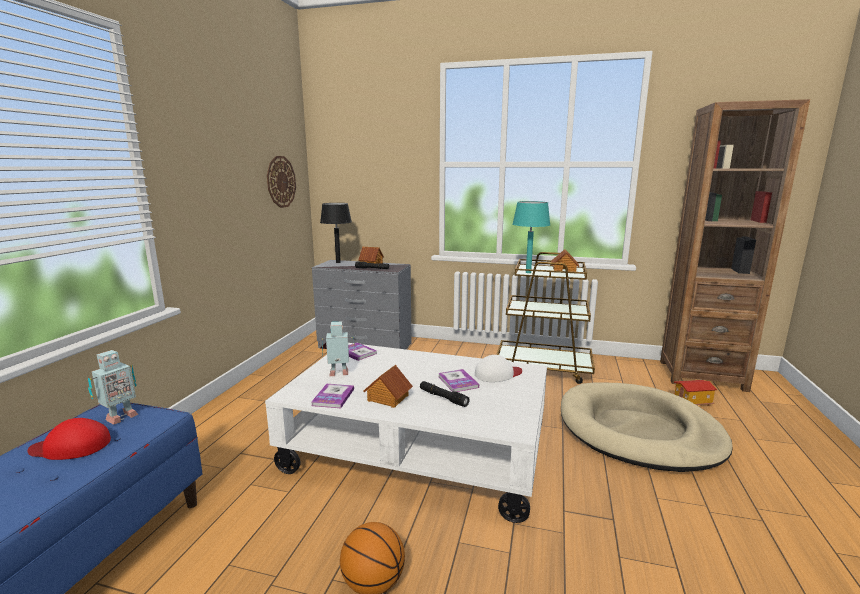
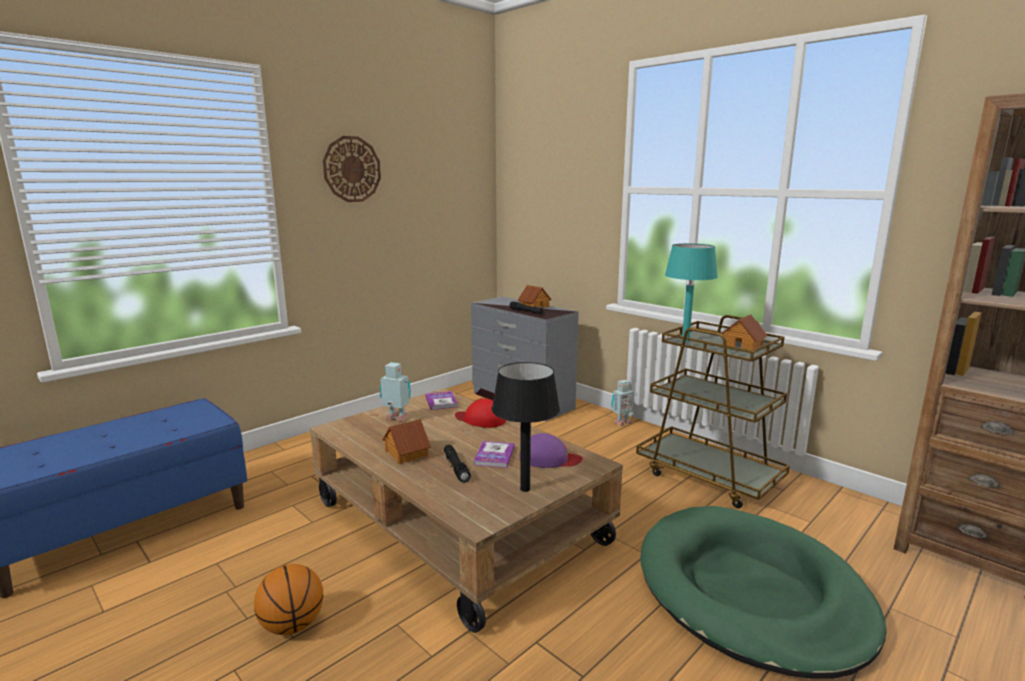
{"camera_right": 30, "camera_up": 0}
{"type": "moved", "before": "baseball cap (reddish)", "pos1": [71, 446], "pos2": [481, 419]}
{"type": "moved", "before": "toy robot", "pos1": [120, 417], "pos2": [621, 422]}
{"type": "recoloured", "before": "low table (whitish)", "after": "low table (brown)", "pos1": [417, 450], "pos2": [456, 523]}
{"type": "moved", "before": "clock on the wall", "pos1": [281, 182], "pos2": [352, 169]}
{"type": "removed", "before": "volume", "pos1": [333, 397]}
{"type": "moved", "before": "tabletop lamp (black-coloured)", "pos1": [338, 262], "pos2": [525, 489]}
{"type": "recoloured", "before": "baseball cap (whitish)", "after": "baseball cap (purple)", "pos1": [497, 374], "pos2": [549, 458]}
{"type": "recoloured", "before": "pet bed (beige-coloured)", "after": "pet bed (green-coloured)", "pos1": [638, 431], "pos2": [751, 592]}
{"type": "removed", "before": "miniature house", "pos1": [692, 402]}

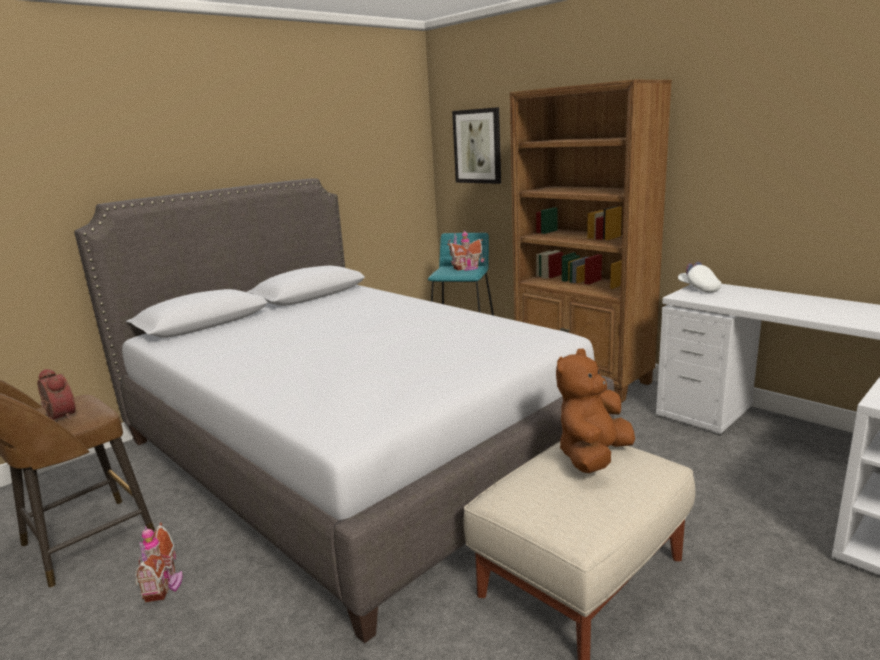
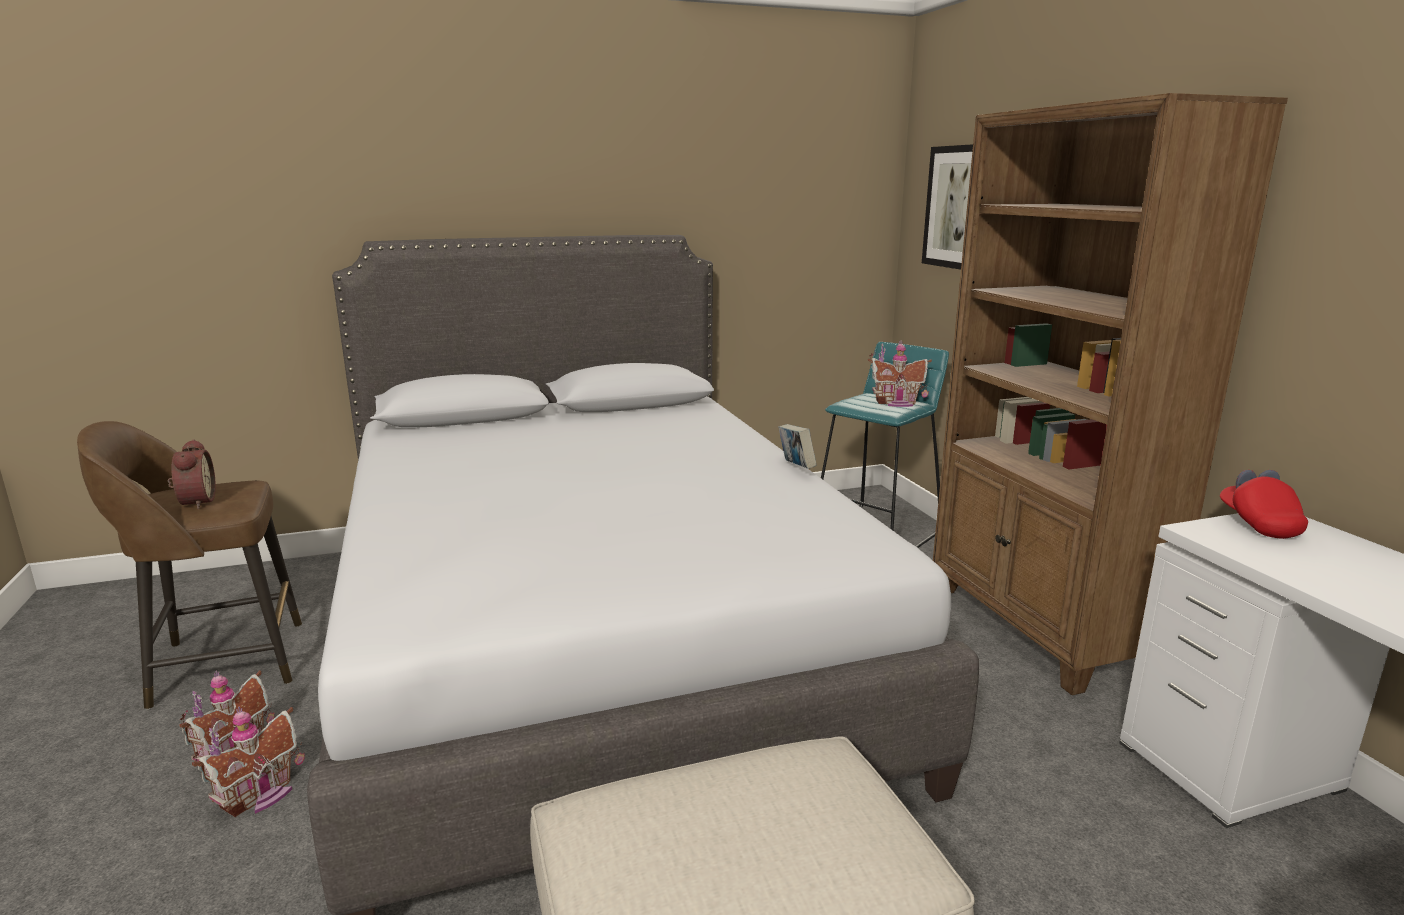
{"camera_right": 25, "camera_up": 0}
{"type": "removed", "before": "plush toy (brown)", "pos1": [593, 457]}
{"type": "recoloured", "before": "baseball cap (whitish)", "after": "baseball cap (reddish)", "pos1": [698, 288], "pos2": [1258, 523]}
{"type": "added", "after": "miniature house", "pos2": [261, 796]}
{"type": "added", "after": "volume", "pos2": [796, 468]}

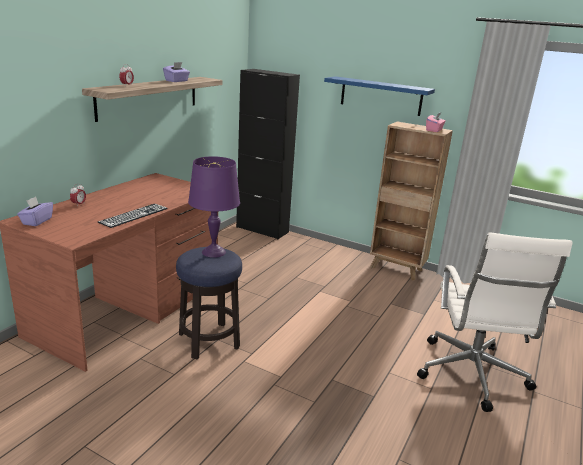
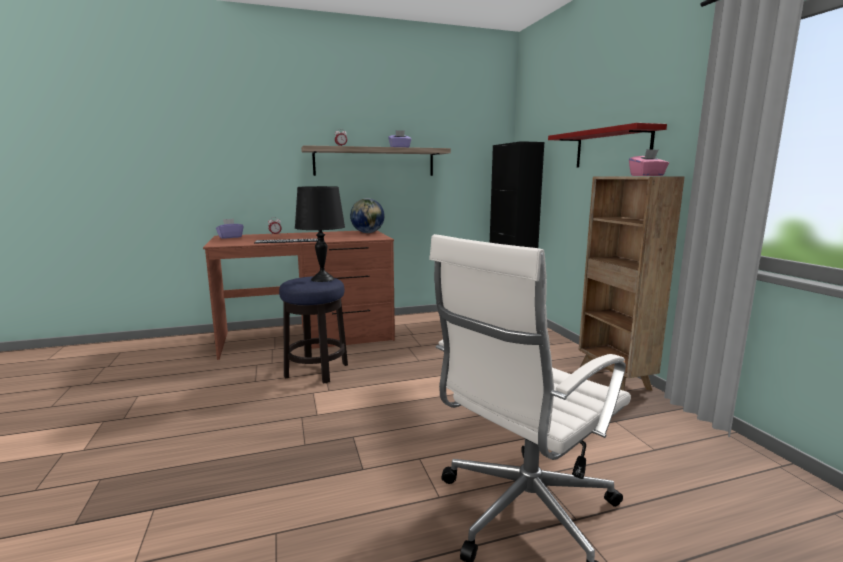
{"camera_right": 45, "camera_up": -10}
{"type": "recoloured", "before": "tabletop lamp (purple)", "after": "tabletop lamp (black-coloured)", "pos1": [214, 252], "pos2": [323, 279]}
{"type": "recoloured", "before": "bracket shelf (bluish)", "after": "bracket shelf (reddish)", "pos1": [381, 96], "pos2": [612, 148]}
{"type": "added", "after": "globe", "pos2": [368, 233]}

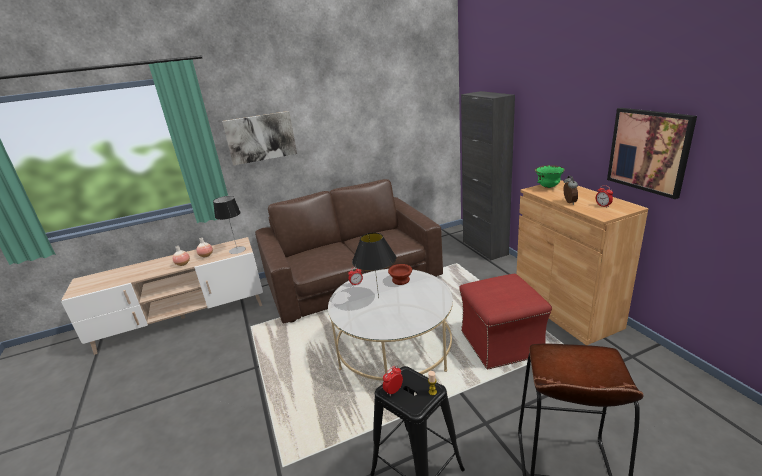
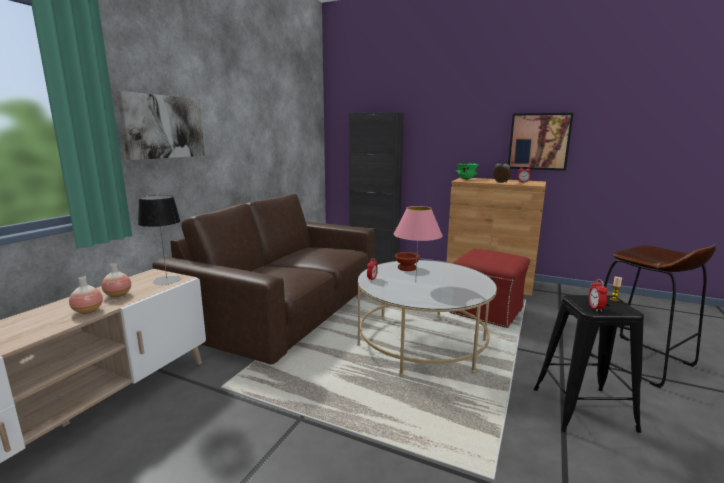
{"camera_right": -45, "camera_up": -10}
{"type": "recoloured", "before": "tabletop lamp (black-coloured)", "after": "tabletop lamp (pink)", "pos1": [378, 298], "pos2": [416, 282]}

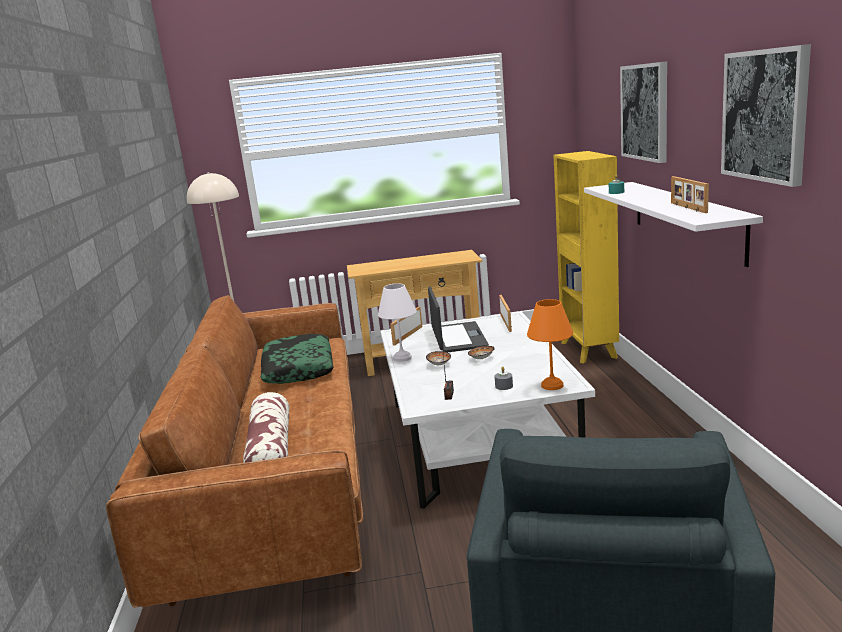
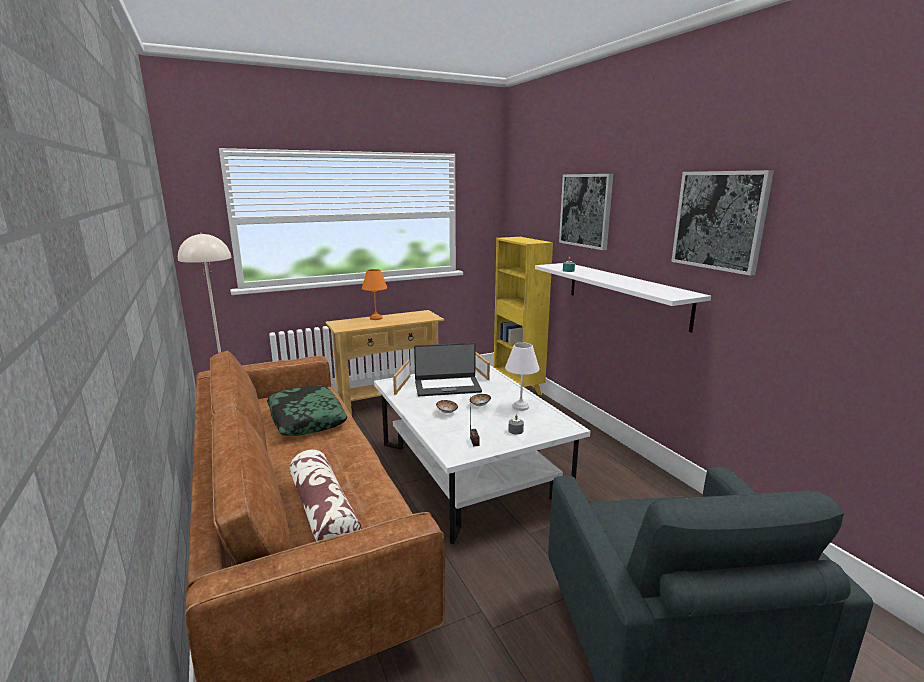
{"camera_right": -20, "camera_up": 0}
{"type": "moved", "before": "tabletop lamp (whitish)", "pos1": [402, 358], "pos2": [521, 407]}
{"type": "turned", "before": "laptop", "pos1": [457, 338], "pos2": [447, 386], "turn": 105}
{"type": "moved", "before": "tabletop lamp (orange)", "pos1": [553, 385], "pos2": [376, 318]}
{"type": "removed", "before": "photo frame", "pos1": [687, 208]}

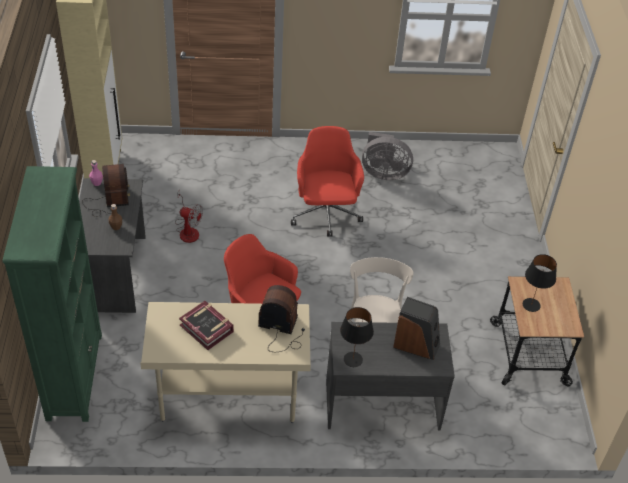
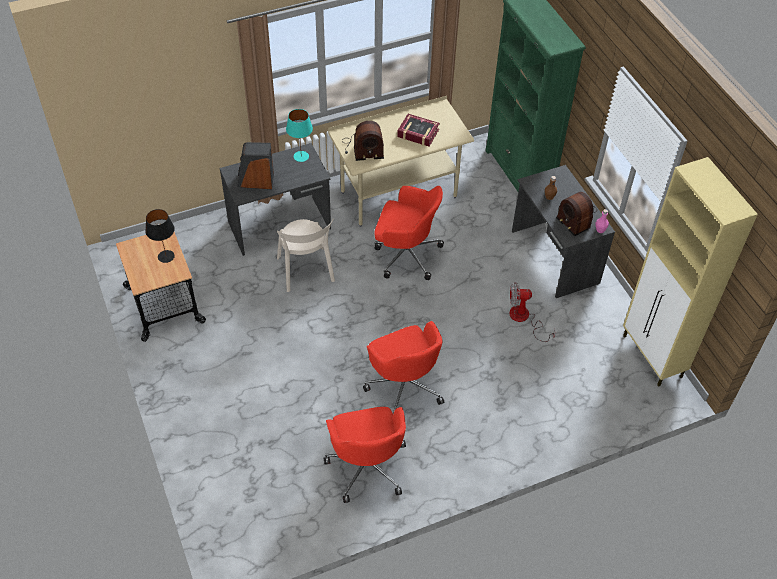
{"camera_right": 160, "camera_up": 5}
{"type": "recoloured", "before": "tabletop lamp (black-coloured)", "after": "tabletop lamp (blue-green)", "pos1": [352, 359], "pos2": [301, 156]}
{"type": "replaced", "before": "cooling fan (greyish)", "after": "office chair (reddish)", "pos1": [383, 172], "pos2": [367, 465]}

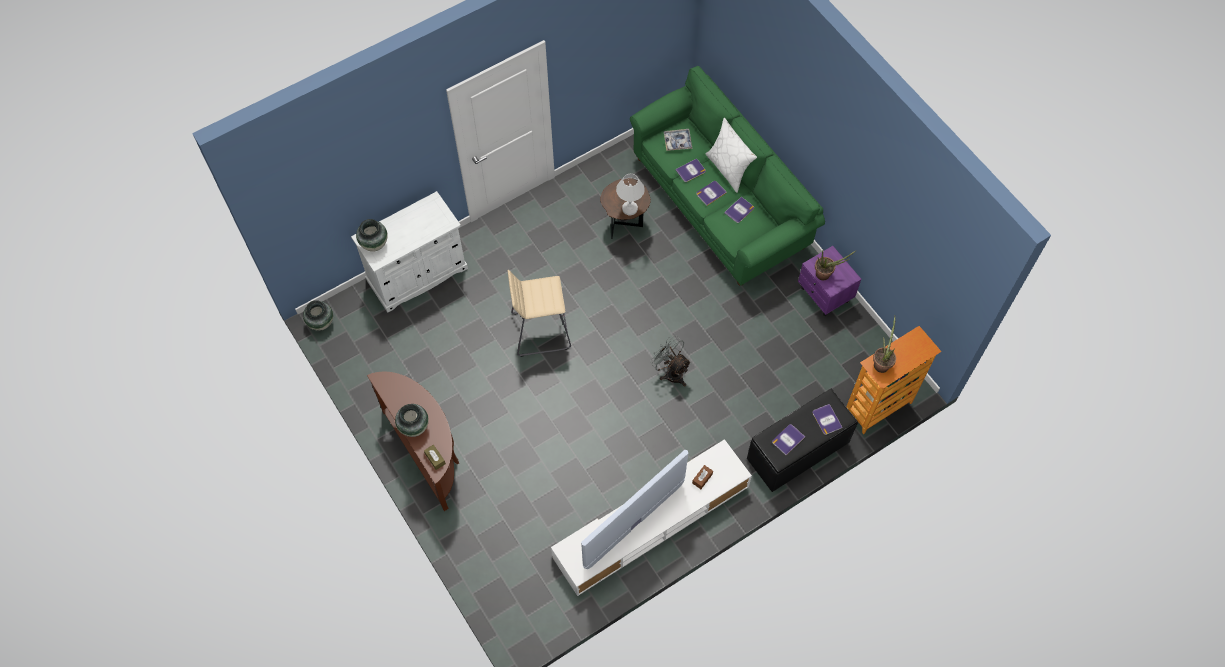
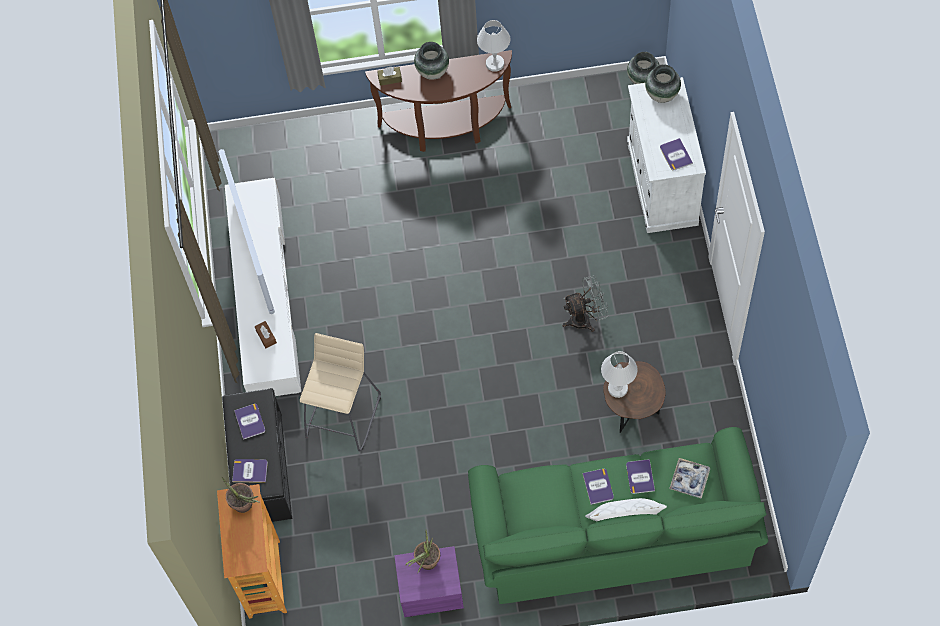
{"camera_right": 120, "camera_up": 0}
{"type": "moved", "before": "stool (beige-coloured)", "pos1": [540, 330], "pos2": [343, 415]}
{"type": "moved", "before": "cooling fan (greyish)", "pos1": [671, 372], "pos2": [585, 319]}
{"type": "moved", "before": "volume", "pos1": [739, 210], "pos2": [675, 155]}
{"type": "added", "after": "tabletop lamp (whitish)", "pos2": [495, 63]}

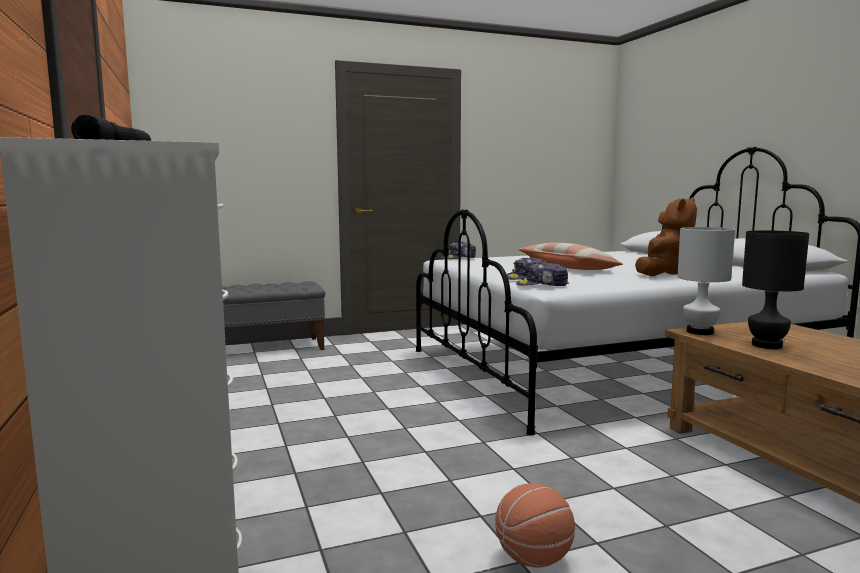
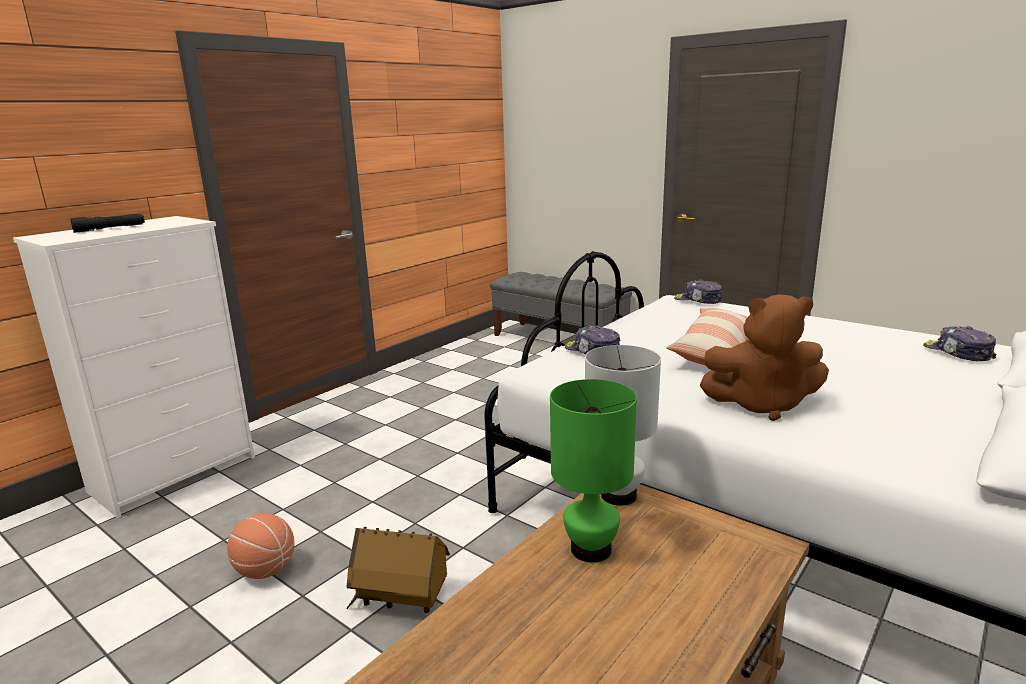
{"camera_right": 60, "camera_up": 10}
{"type": "moved", "before": "baseball cap", "pos1": [542, 285], "pos2": [957, 353]}
{"type": "recoloured", "before": "tabletop lamp (black-coloured)", "after": "tabletop lamp (green-coloured)", "pos1": [766, 345], "pos2": [591, 549]}
{"type": "added", "after": "miniature house", "pos2": [401, 600]}

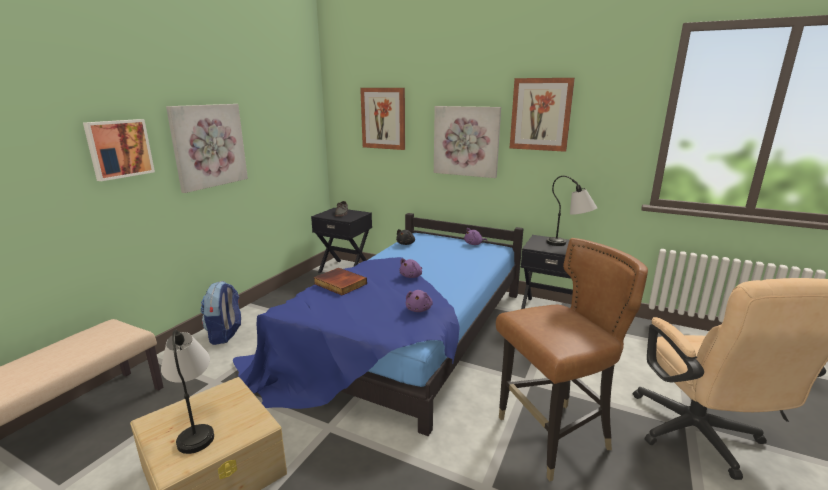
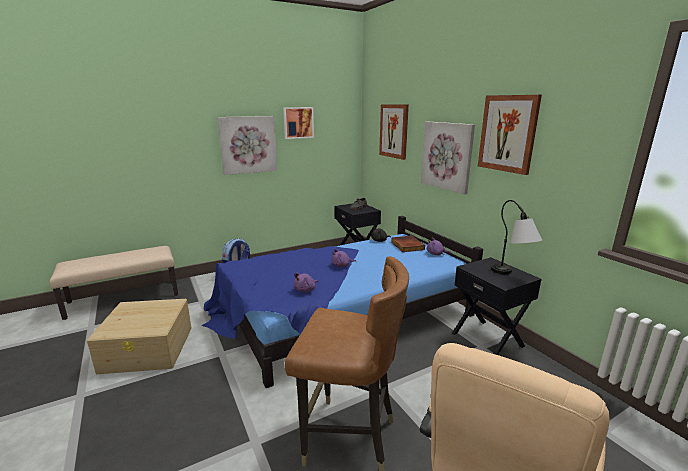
{"camera_right": 35, "camera_up": 0}
{"type": "moved", "before": "picture", "pos1": [119, 148], "pos2": [298, 122]}
{"type": "removed", "before": "tabletop lamp", "pos1": [197, 424]}
{"type": "moved", "before": "volume", "pos1": [339, 284], "pos2": [406, 245]}

